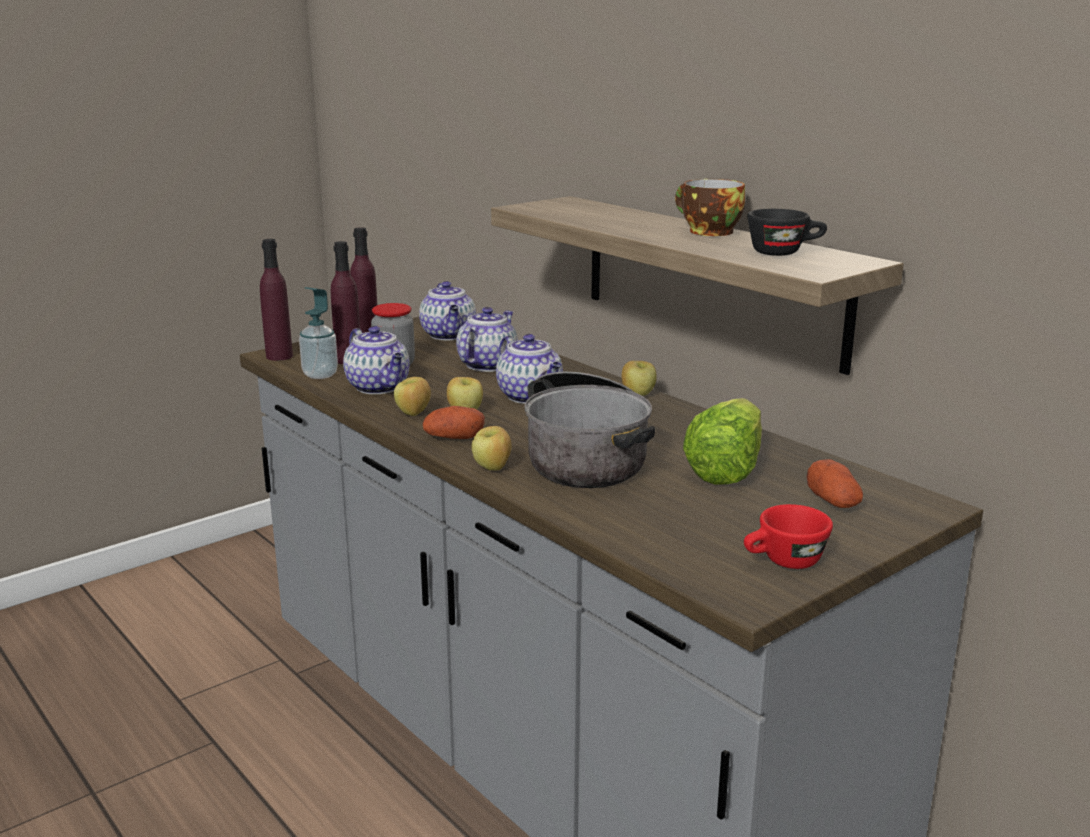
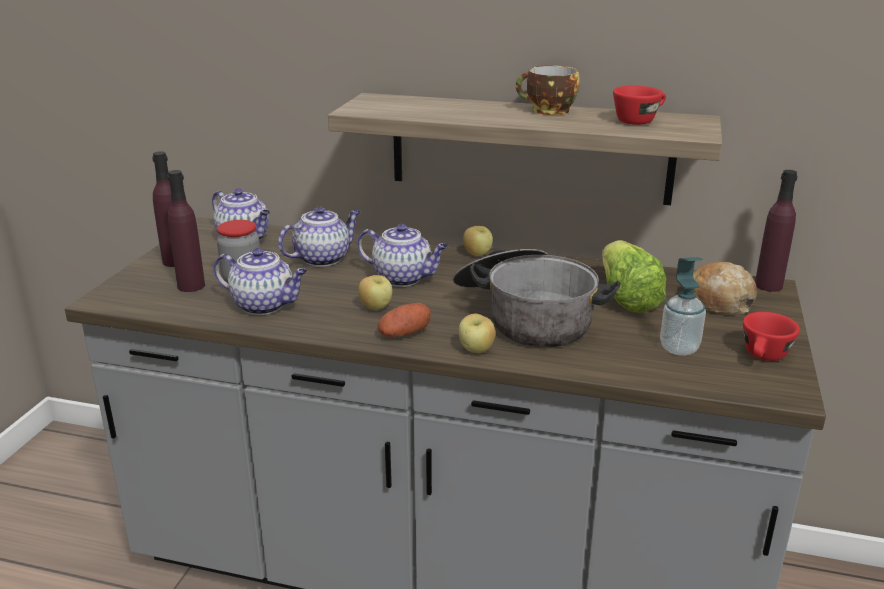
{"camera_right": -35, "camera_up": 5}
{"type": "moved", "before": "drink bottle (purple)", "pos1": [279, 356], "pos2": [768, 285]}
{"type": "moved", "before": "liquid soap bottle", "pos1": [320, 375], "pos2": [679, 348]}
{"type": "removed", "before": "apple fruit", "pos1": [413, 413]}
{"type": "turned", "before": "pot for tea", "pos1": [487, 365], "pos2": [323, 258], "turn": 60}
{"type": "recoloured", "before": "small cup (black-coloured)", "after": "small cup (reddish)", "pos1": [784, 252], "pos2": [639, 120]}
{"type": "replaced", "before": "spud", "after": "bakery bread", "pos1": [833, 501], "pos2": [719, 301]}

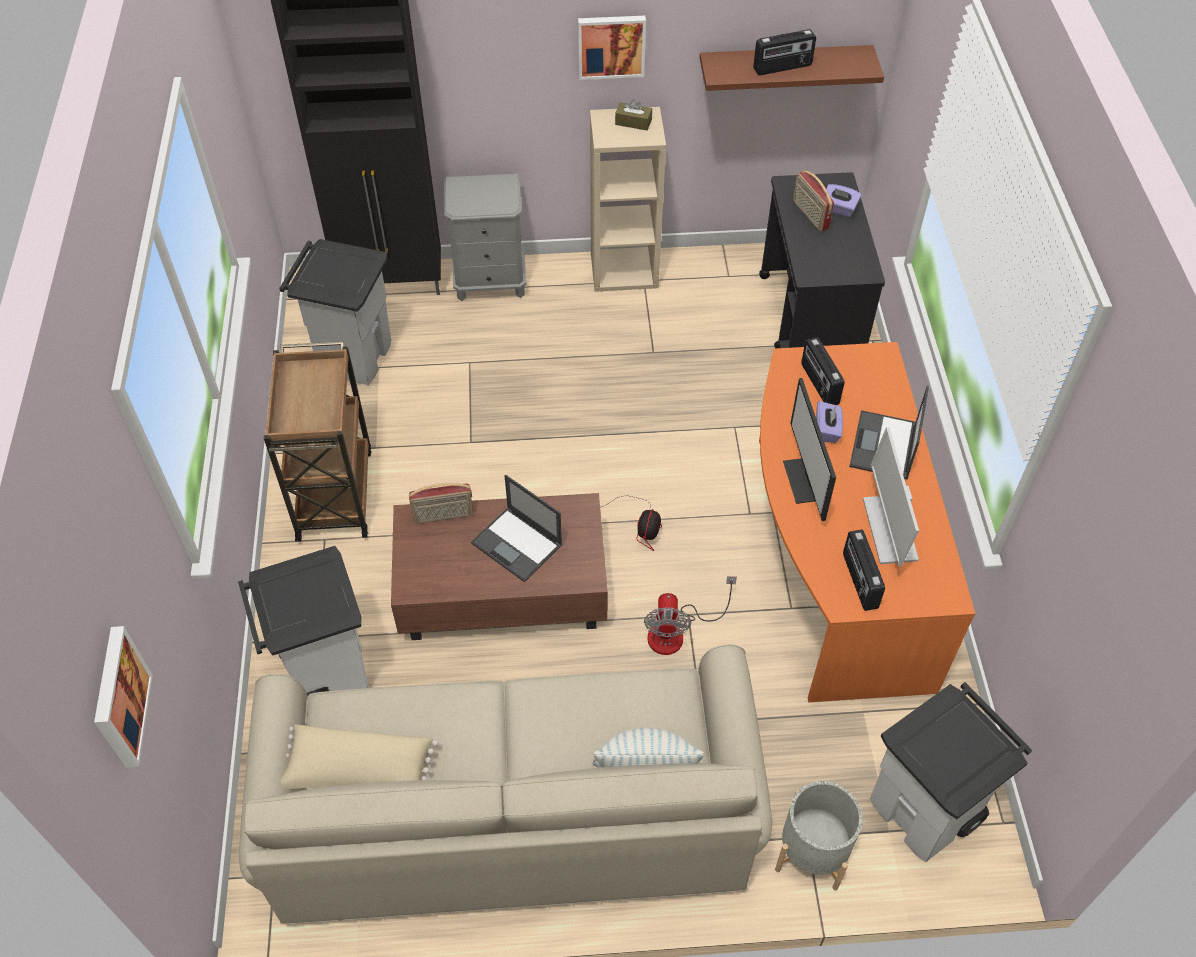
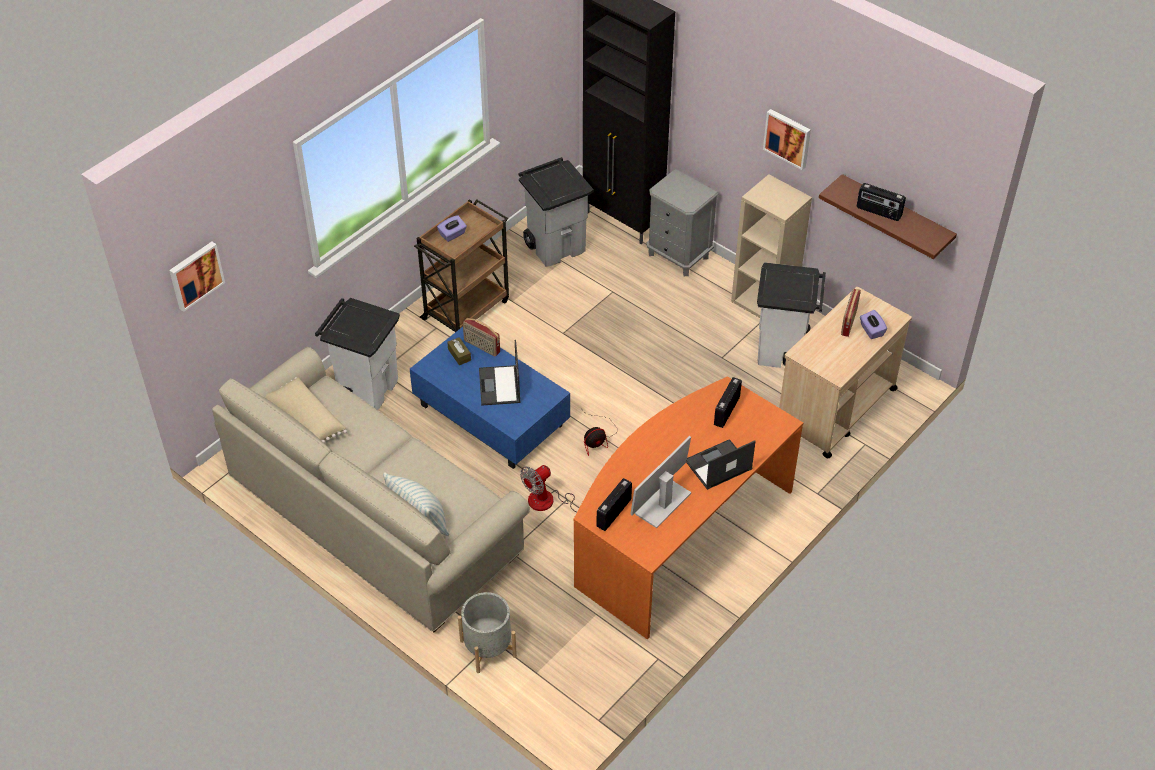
{"camera_right": 45, "camera_up": -5}
{"type": "recoloured", "before": "low table (brown)", "after": "low table (bluish)", "pos1": [500, 588], "pos2": [490, 414]}
{"type": "moved", "before": "box of tissues (brown)", "pos1": [633, 122], "pos2": [459, 355]}
{"type": "recoloured", "before": "trolley (black-coloured)", "after": "trolley (beige-coloured)", "pos1": [808, 326], "pos2": [835, 409]}
{"type": "removed", "before": "computer display", "pos1": [806, 480]}
{"type": "moved", "before": "box of tissues (purple)", "pos1": [827, 430], "pos2": [452, 234]}
{"type": "moved", "before": "waste bin (whitish)", "pos1": [925, 811], "pos2": [782, 351]}

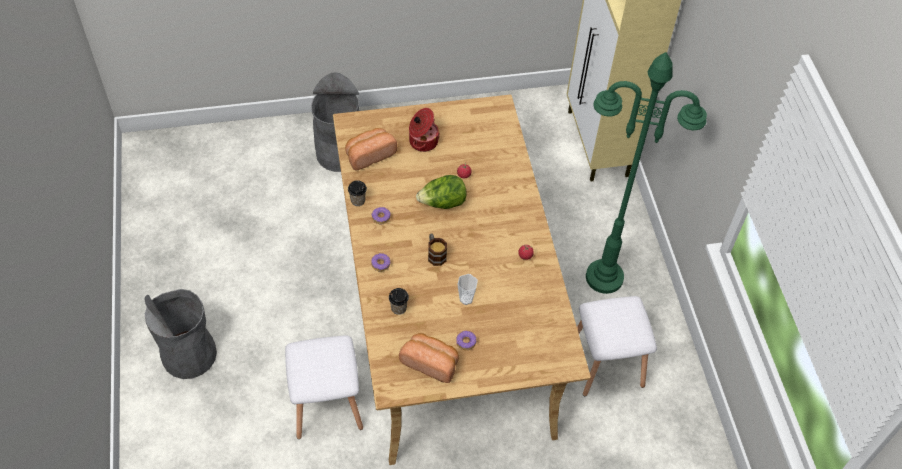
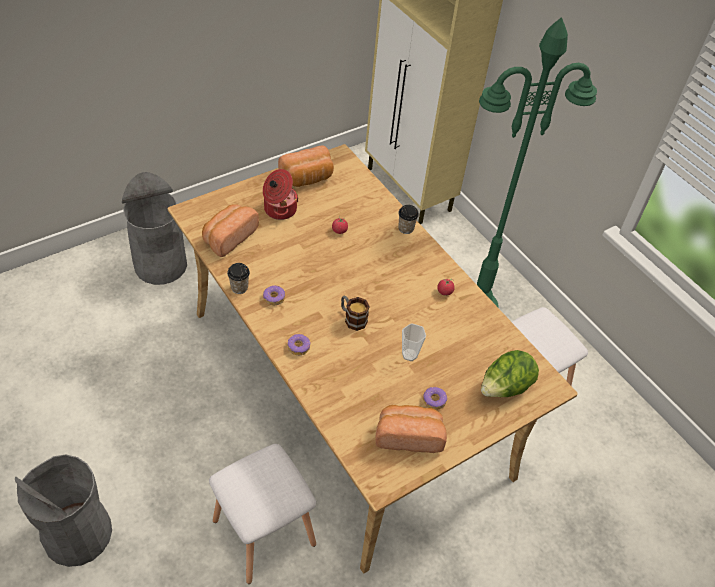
{"camera_right": -25, "camera_up": -5}
{"type": "moved", "before": "small cup", "pos1": [398, 308], "pos2": [406, 228]}
{"type": "moved", "before": "lettuce", "pos1": [442, 203], "pos2": [505, 388]}
{"type": "added", "after": "bakery bread", "pos2": [307, 178]}

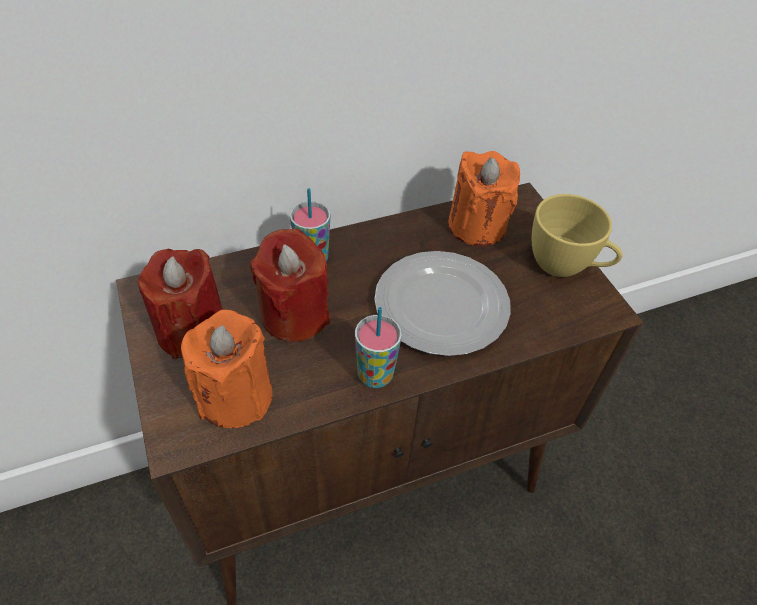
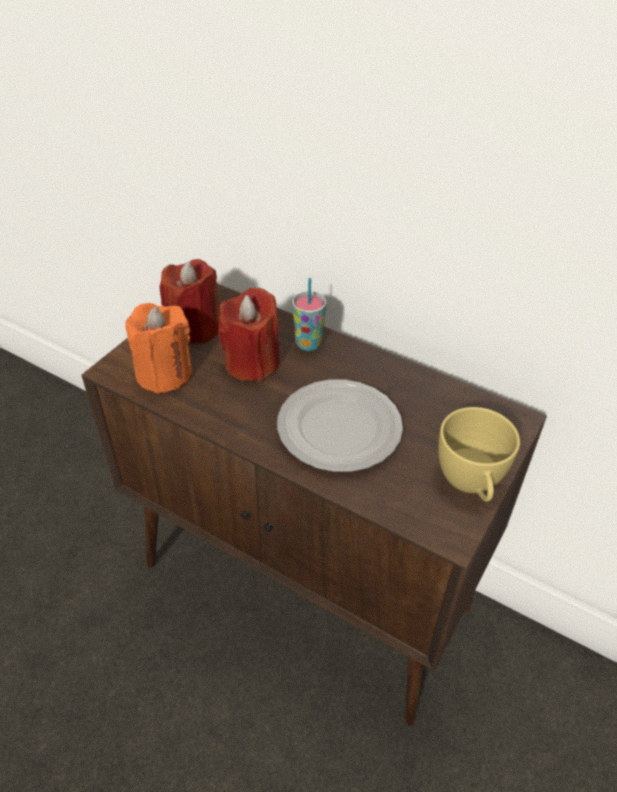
{"camera_right": 55, "camera_up": -5}
{"type": "removed", "before": "small cup", "pos1": [375, 375]}
{"type": "removed", "before": "wax light (orange)", "pos1": [477, 226]}

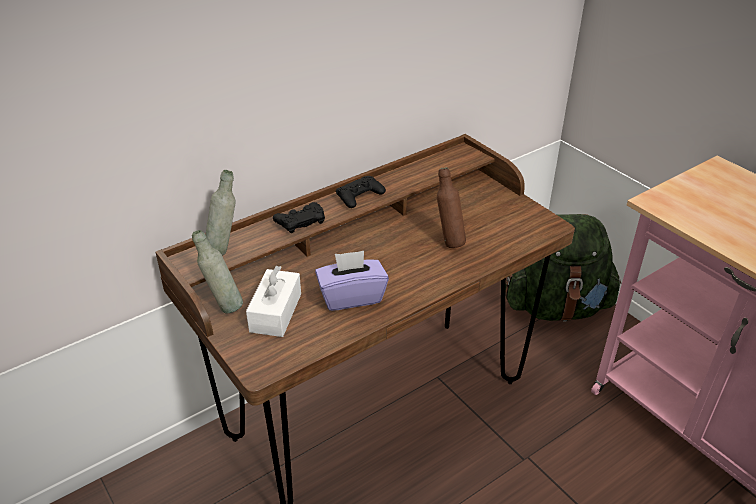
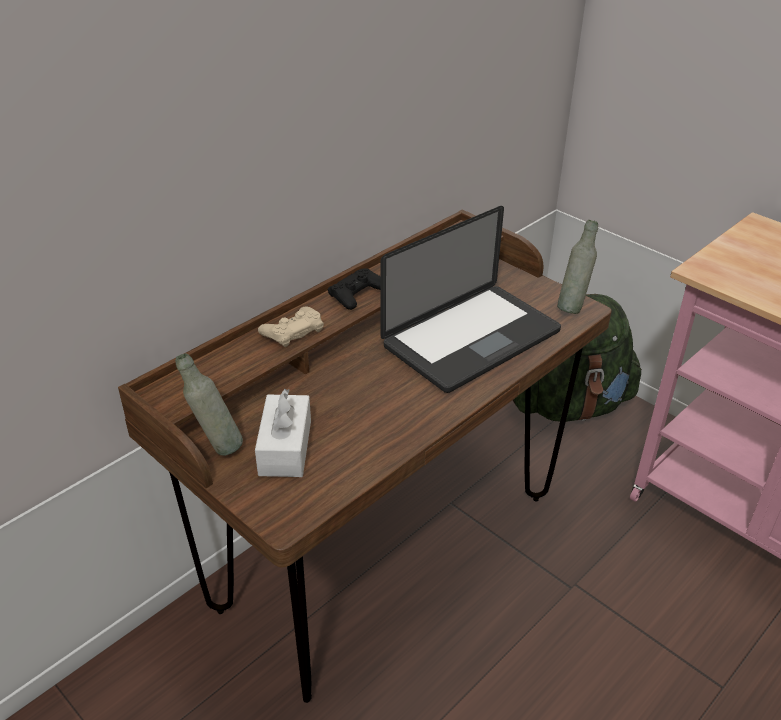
{"camera_right": -10, "camera_up": 0}
{"type": "moved", "before": "drink bottle (greyish)", "pos1": [224, 249], "pos2": [572, 307]}
{"type": "recoloured", "before": "joypad (black-coloured)", "after": "joypad (beige-coloured)", "pos1": [300, 221], "pos2": [292, 331]}
{"type": "removed", "before": "box of tissues (purple)", "pos1": [351, 296]}
{"type": "replaced", "before": "drink bottle (brown)", "after": "laptop", "pos1": [448, 241], "pos2": [471, 339]}

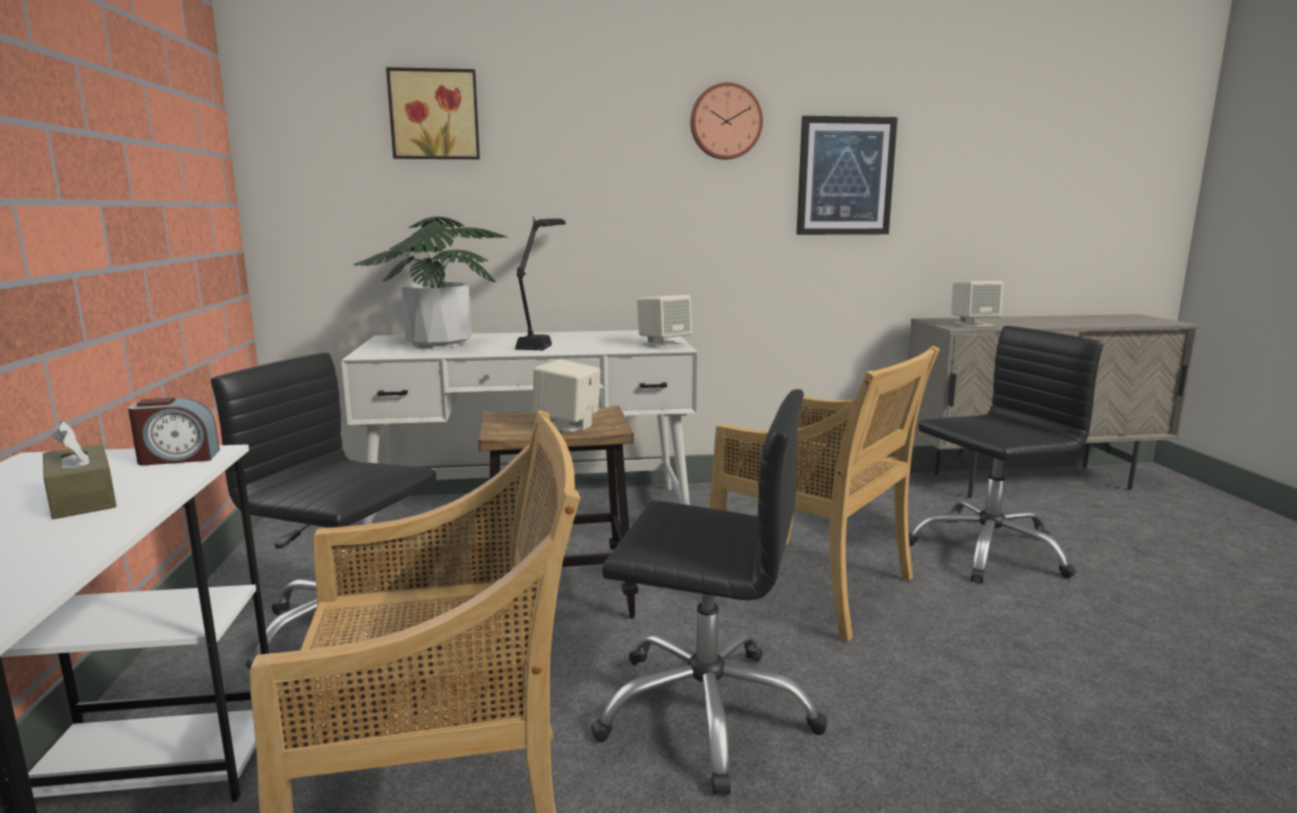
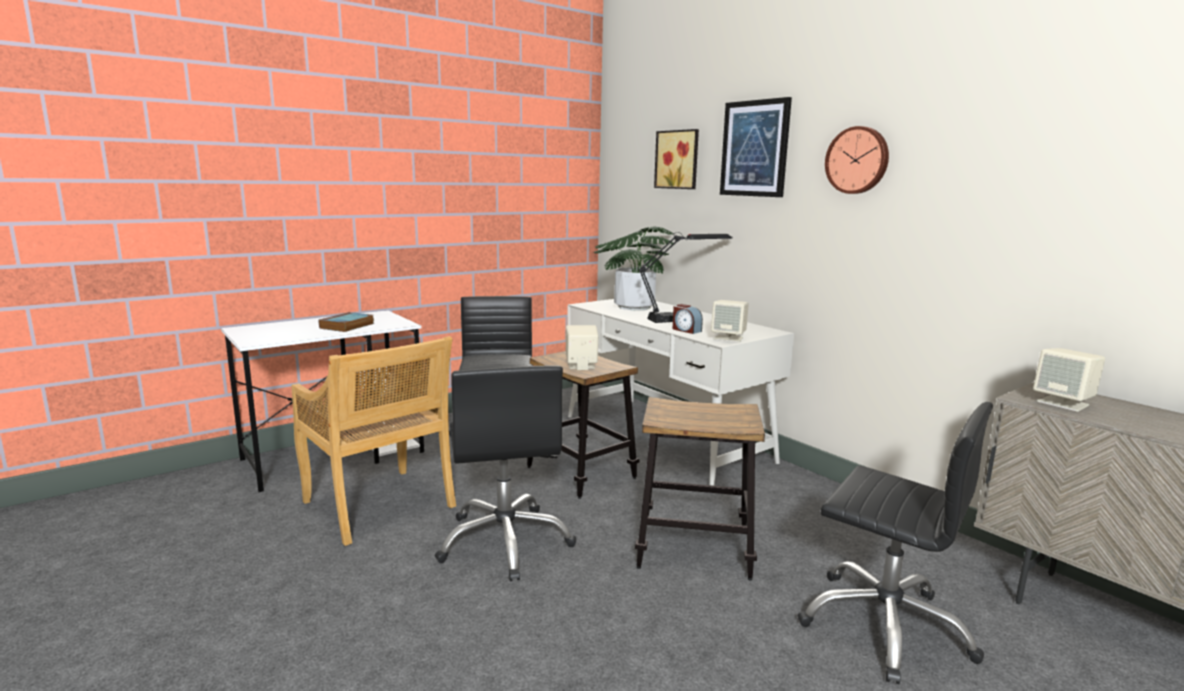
{"camera_right": 60, "camera_up": 0}
{"type": "replaced", "before": "box of tissues (brown)", "after": "volume", "pos1": [82, 499], "pos2": [347, 326]}
{"type": "moved", "before": "table clock", "pos1": [178, 458], "pos2": [686, 330]}
{"type": "replaced", "before": "plain chair (beige-coloured)", "after": "stool", "pos1": [815, 586], "pos2": [693, 549]}
{"type": "moved", "before": "picture", "pos1": [845, 176], "pos2": [755, 148]}

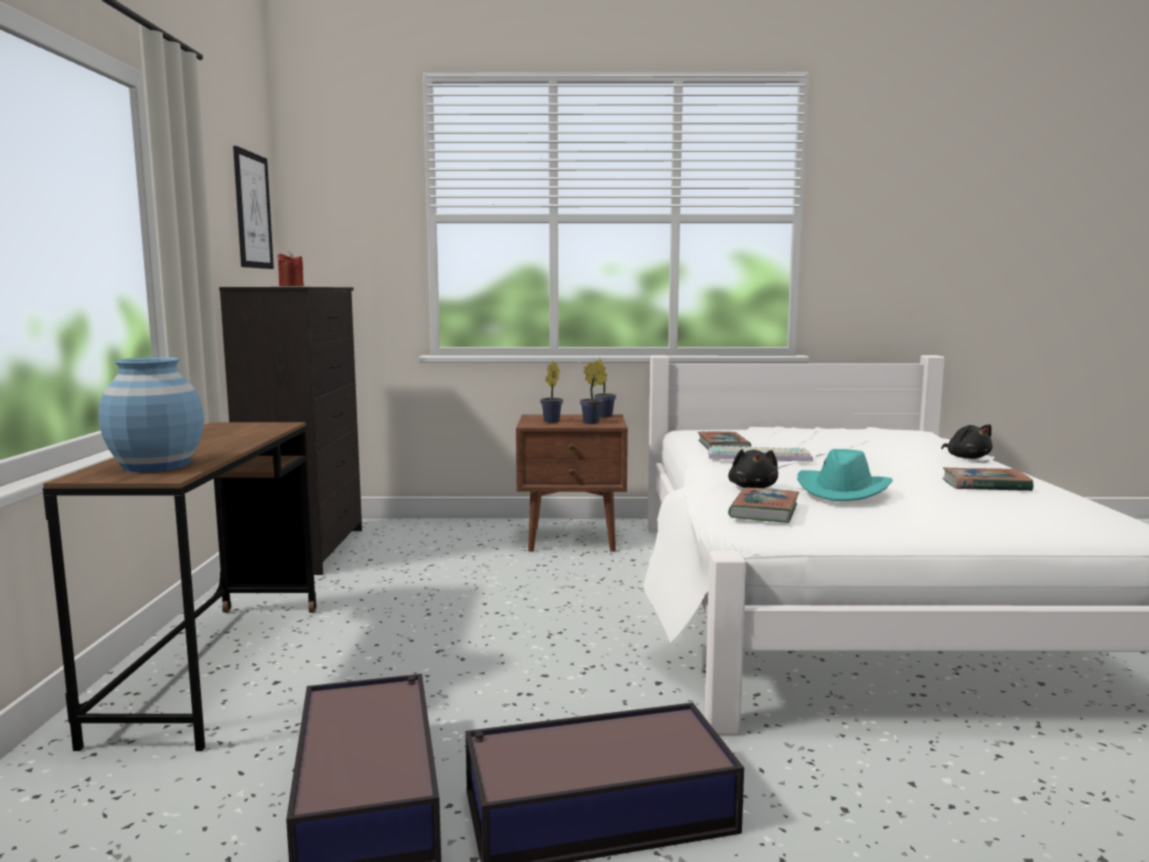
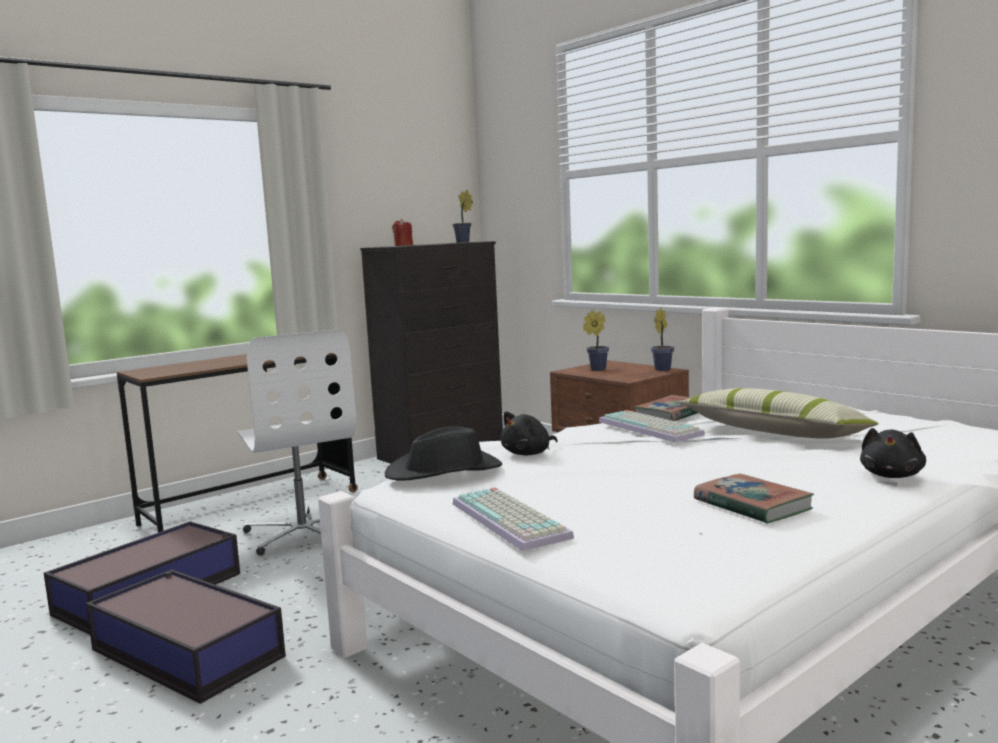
{"camera_right": 50, "camera_up": 0}
{"type": "removed", "before": "flower vase (bluish)", "pos1": [156, 465]}
{"type": "removed", "before": "picture", "pos1": [253, 210]}
{"type": "moved", "before": "plant in a pot", "pos1": [593, 422], "pos2": [464, 242]}
{"type": "replaced", "before": "volume", "after": "wearable hat (black-coloured)", "pos1": [764, 511], "pos2": [445, 471]}
{"type": "removed", "before": "wearable hat (blue-green)", "pos1": [843, 490]}
{"type": "added", "after": "office chair (whitish)", "pos2": [303, 532]}
{"type": "added", "after": "PC keyboard", "pos2": [512, 520]}
{"type": "added", "after": "throw pillow", "pos2": [775, 433]}

